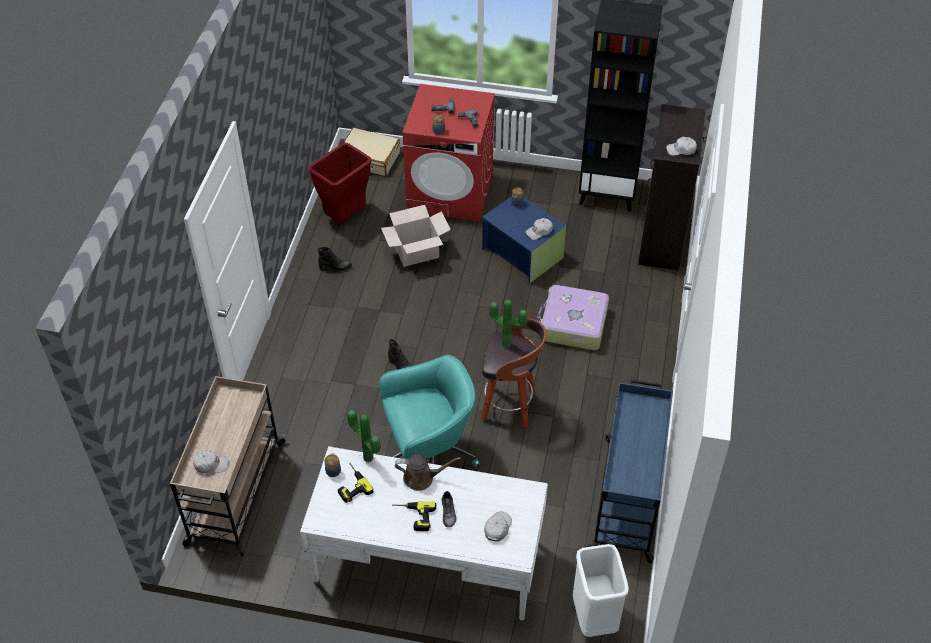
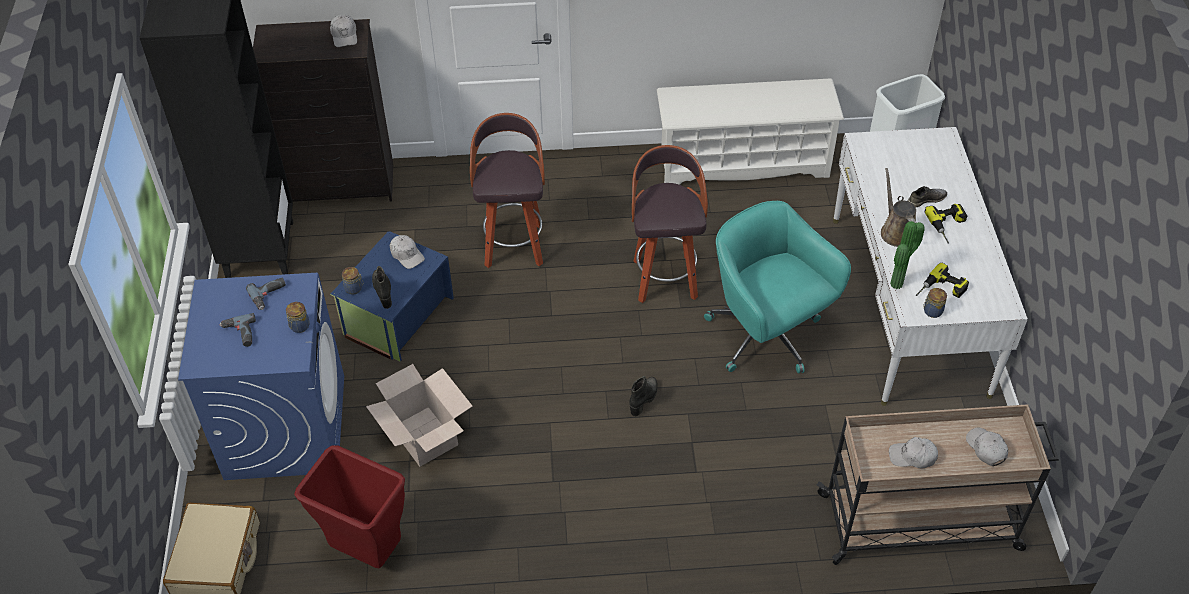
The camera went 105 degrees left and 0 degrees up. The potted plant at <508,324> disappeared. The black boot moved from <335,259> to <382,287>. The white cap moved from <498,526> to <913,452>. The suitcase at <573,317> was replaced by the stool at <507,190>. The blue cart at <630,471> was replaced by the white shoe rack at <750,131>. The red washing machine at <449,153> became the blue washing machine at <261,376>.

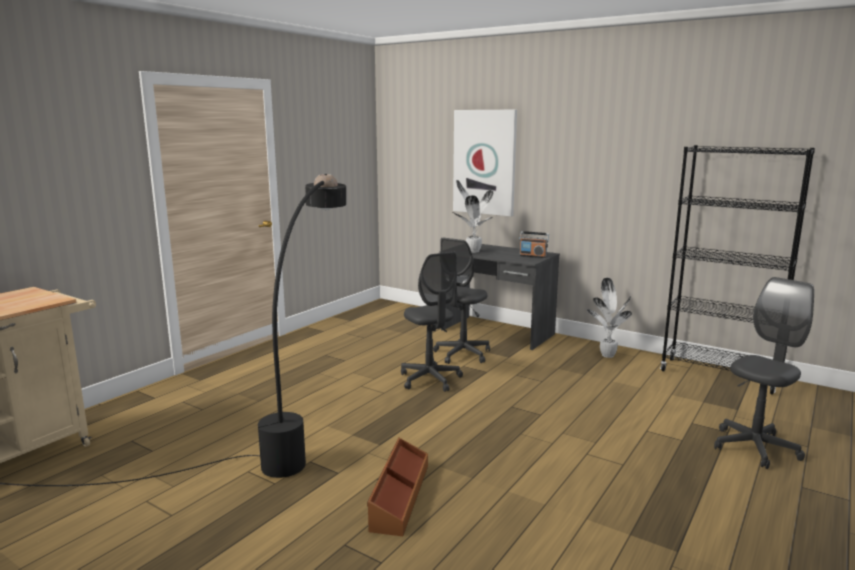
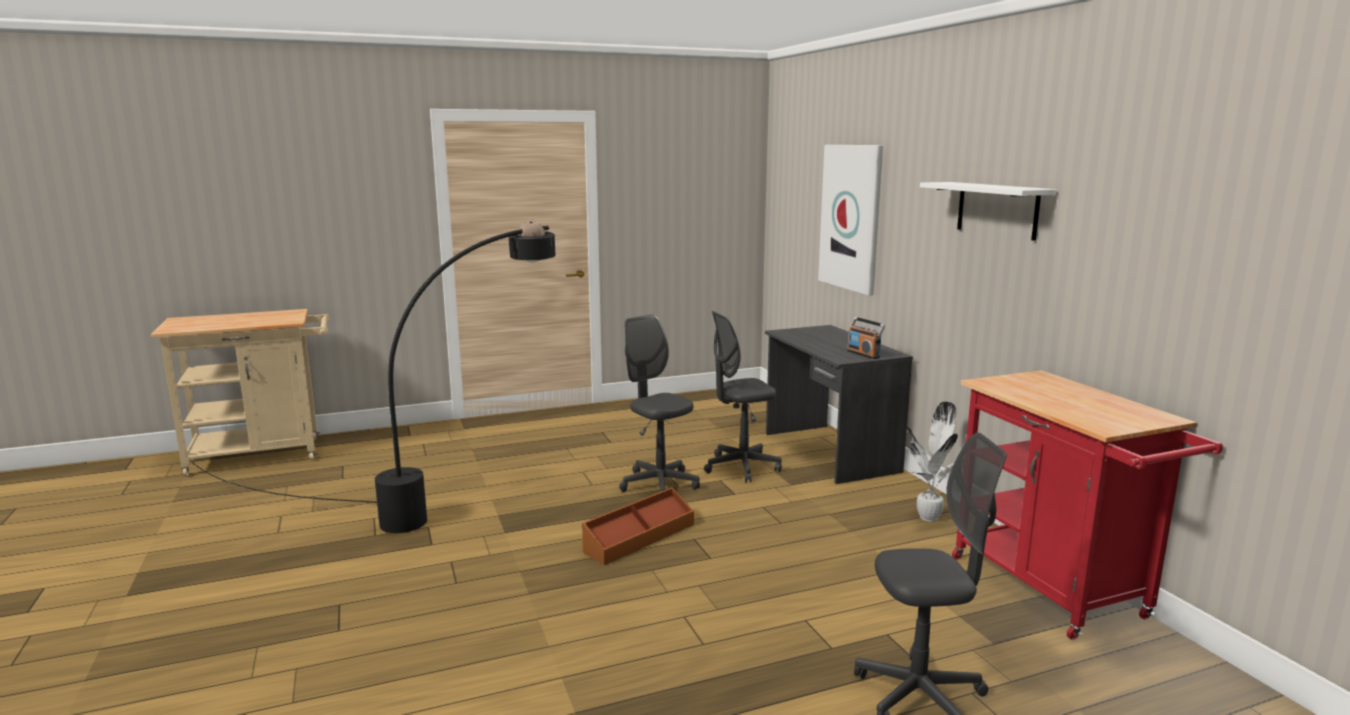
The camera went 35 degrees right and 0 degrees up. The potted plant at <472,216> disappeared. The white shelf at <988,211> appeared. The brown storage box moved from <397,487> to <638,526>. The black bookcase at <737,270> was replaced by the red cart at <1087,505>. The grey office chair at <432,322> turned 135 degrees clockwise.

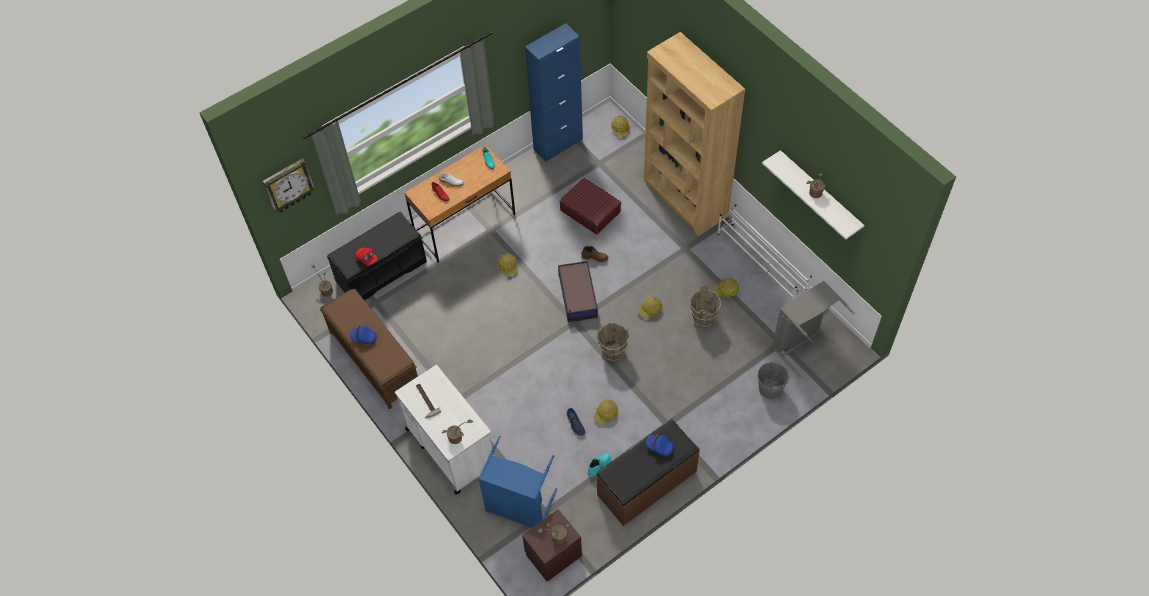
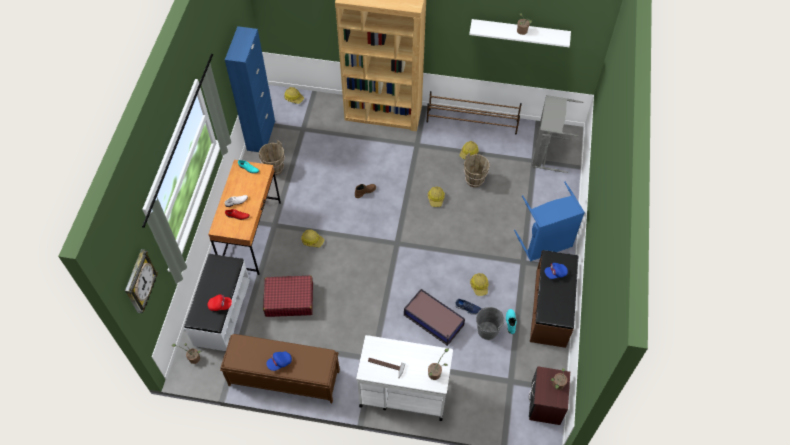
The camera went 45 degrees left and 0 degrees up. The blue laundry basket moved from <517,482> to <549,221>. The storage box moved from <578,291> to <434,317>. The red suitcase moved from <590,206> to <288,296>. The brown bucket moved from <613,342> to <272,157>. The grey bucket moved from <774,380> to <490,323>. The black bench at <377,256> became the white bench at <217,302>. The white shoe rack at <764,252> became the brown shoe rack at <474,112>.

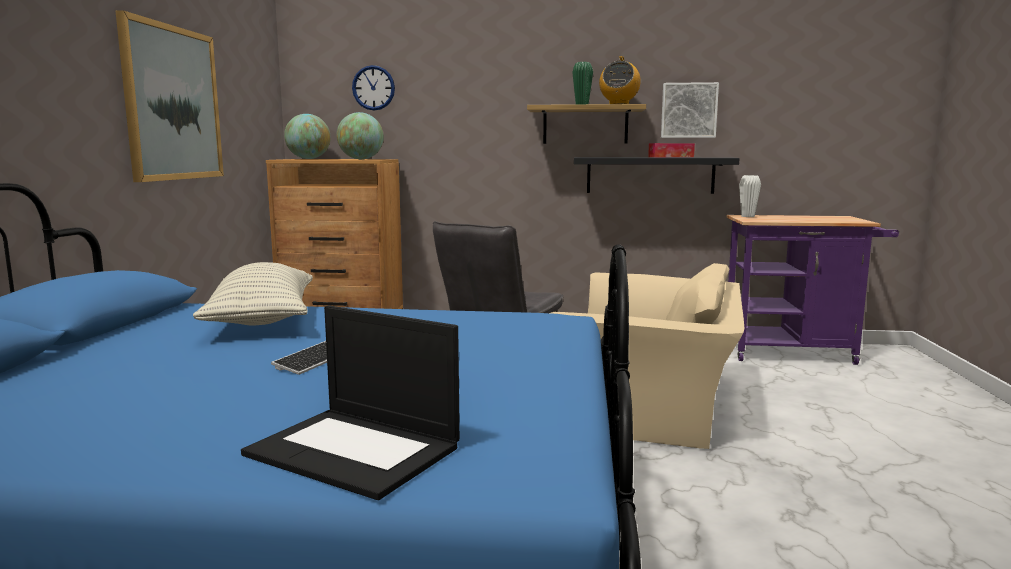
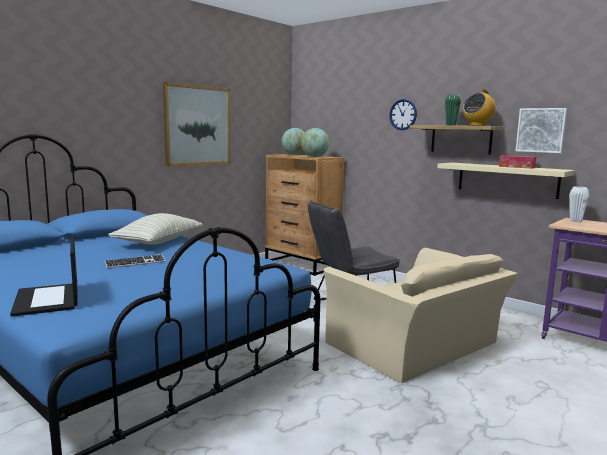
The camera went 35 degrees right and 0 degrees up. The wall clock moved from <373,88> to <403,114>. The black shelf at <657,175> became the beige shelf at <506,181>.

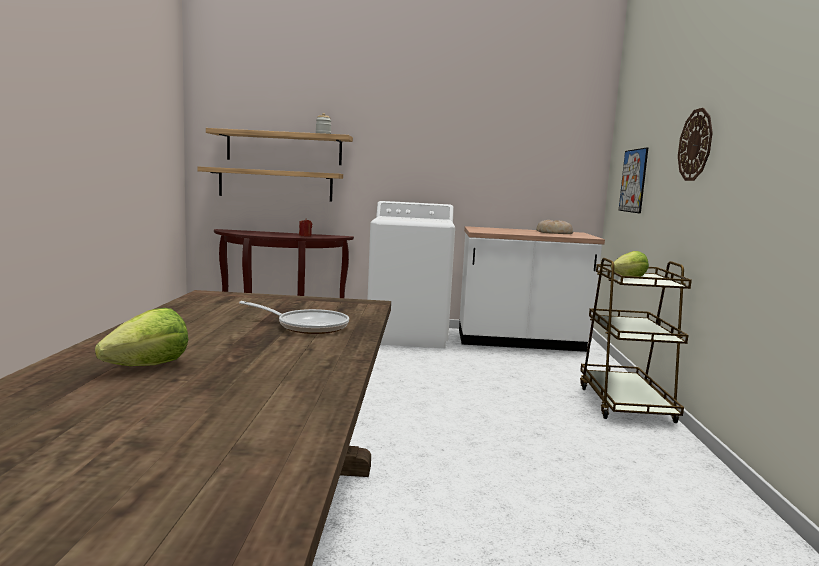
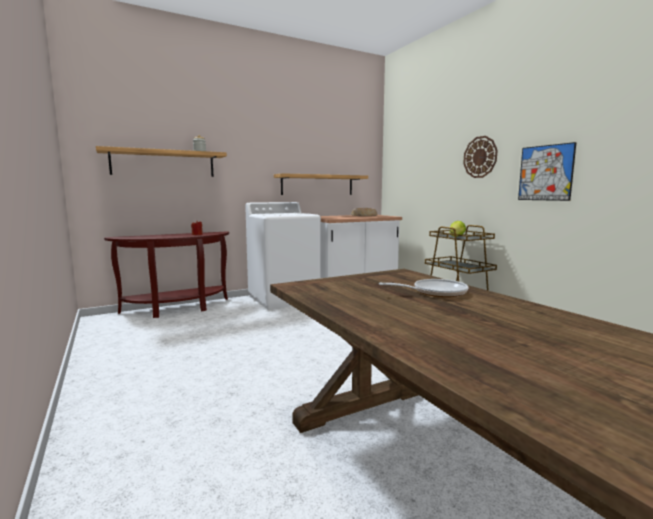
The camera went 30 degrees left and 0 degrees up. The lettuce at <141,337> disappeared. The shelf moved from <270,184> to <321,184>. The picture moved from <634,180> to <547,171>.

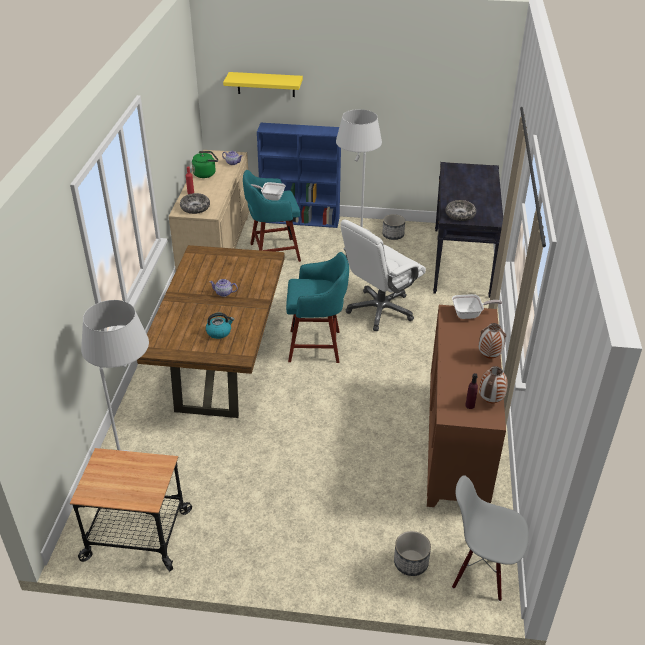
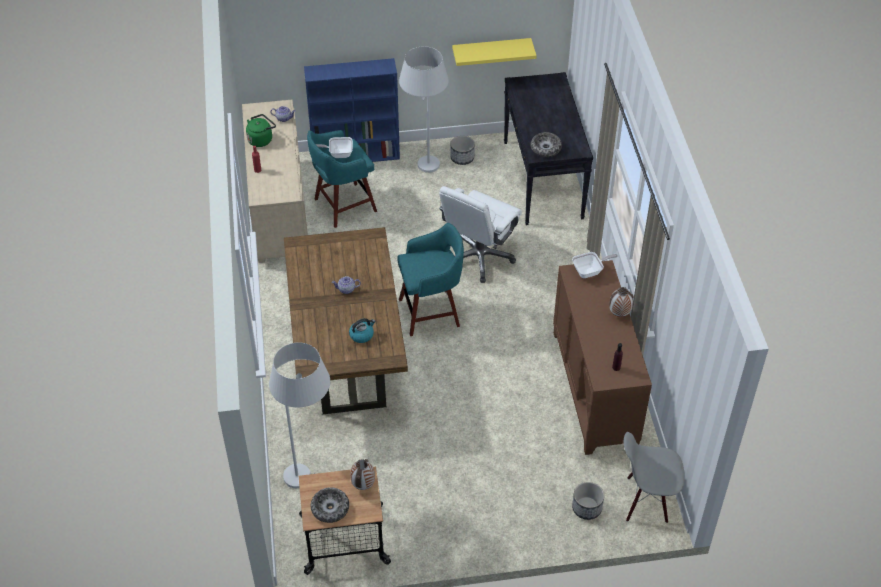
The camera went 15 degrees left and 10 degrees up. The bowl moved from <195,203> to <330,505>. The yellow shelf moved from <263,84> to <494,52>. The vase moved from <493,384> to <362,474>.

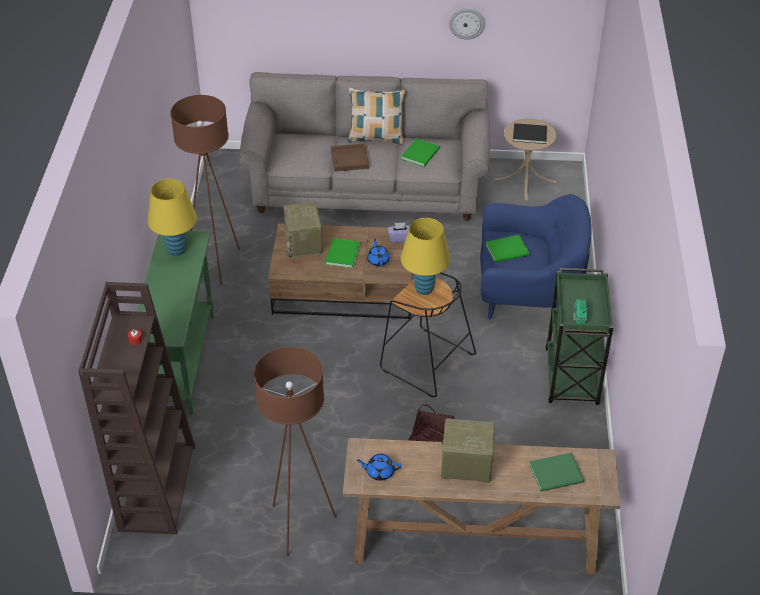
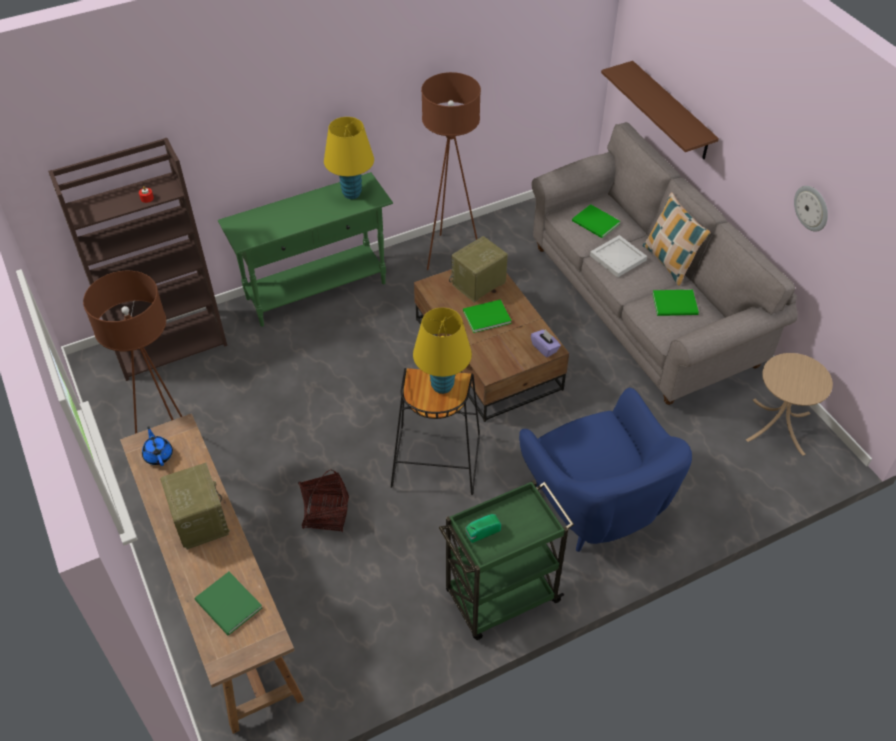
The camera went 60 degrees right and 5 degrees up. The blue teapot at <378,252> disappeared. The black book at <530,133> disappeared. The brown shelf at <660,110> appeared. The green book moved from <507,249> to <596,221>. The brown tray at <350,157> became the white tray at <618,256>.

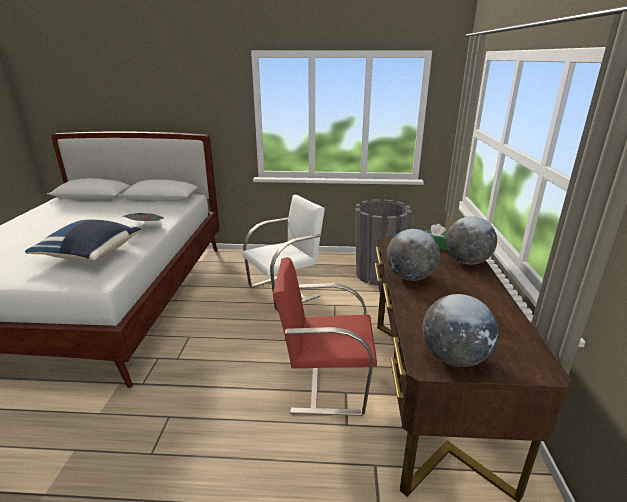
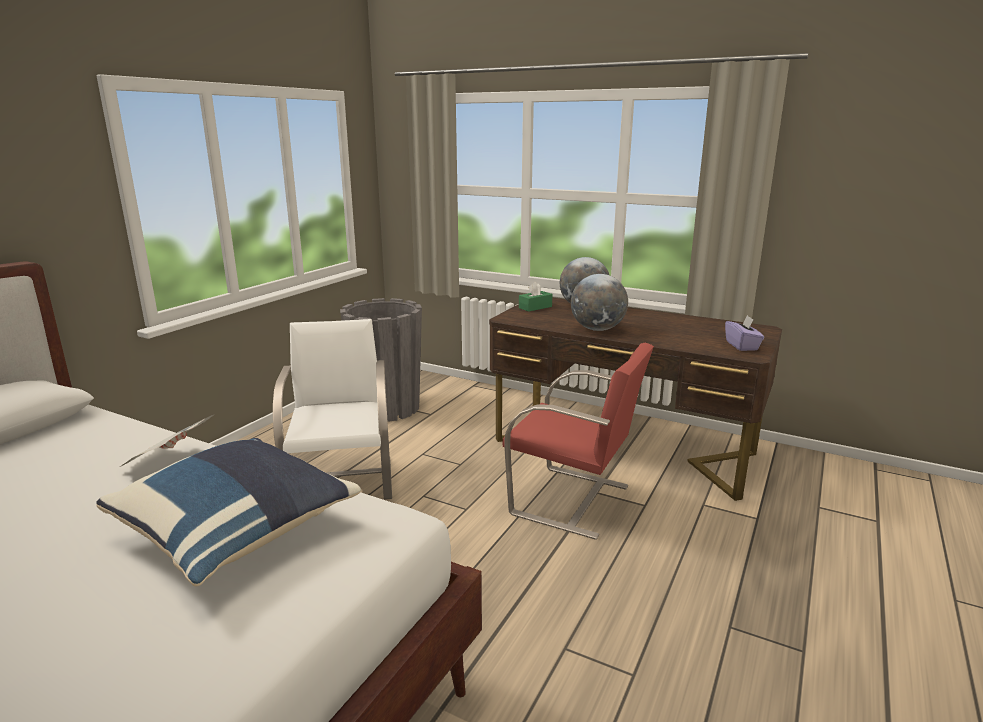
The camera went 65 degrees left and 5 degrees down. The globe at <460,330> was replaced by the purple tissue box at <744,333>. The red chair at <325,336> turned 90 degrees counterclockwise.

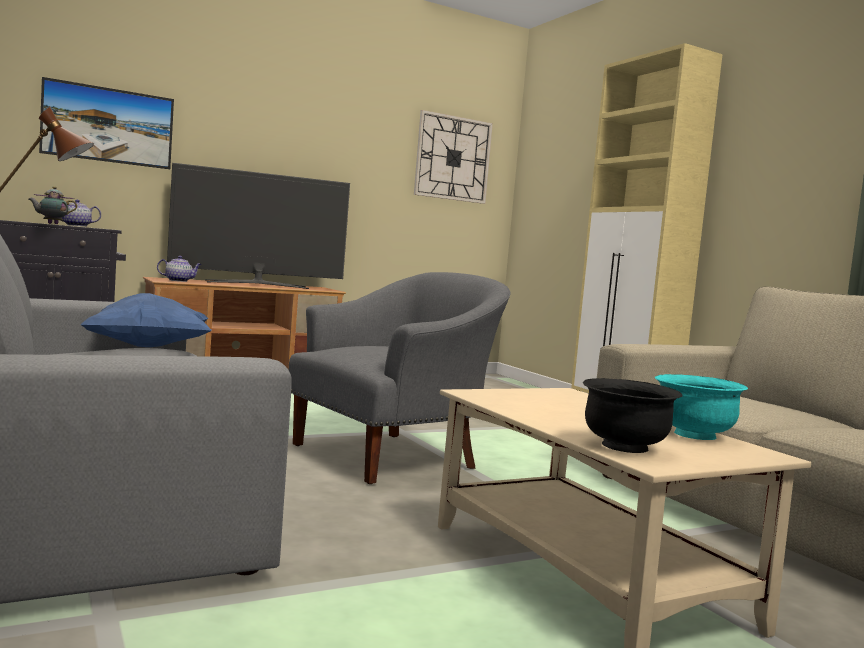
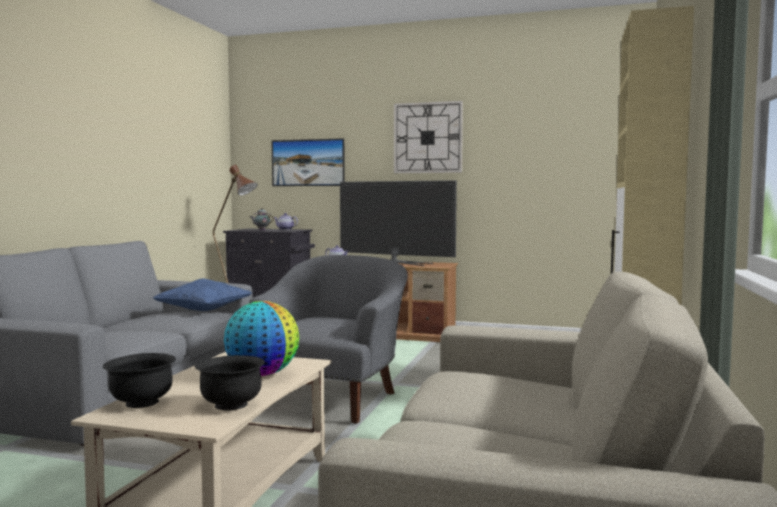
The camera went 45 degrees right and 0 degrees up. The globe at <261,338> appeared. The wall clock moved from <453,157> to <428,137>. The turquoise bowl at <701,407> became the black bowl at <230,383>. The grey armchair at <399,378> turned 75 degrees counterclockwise.

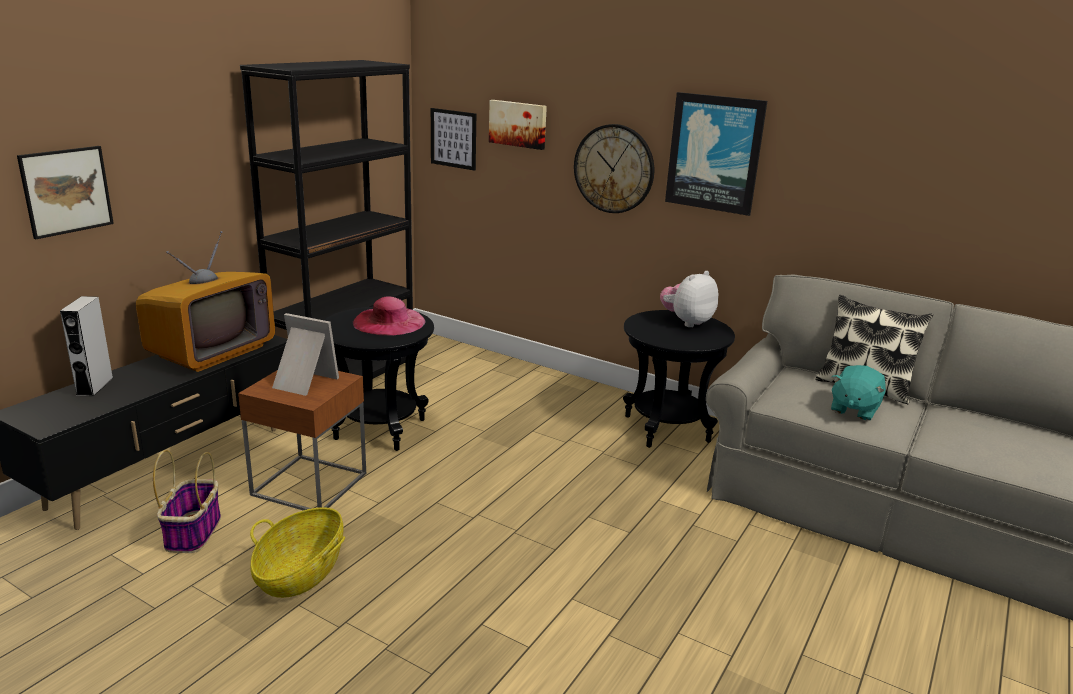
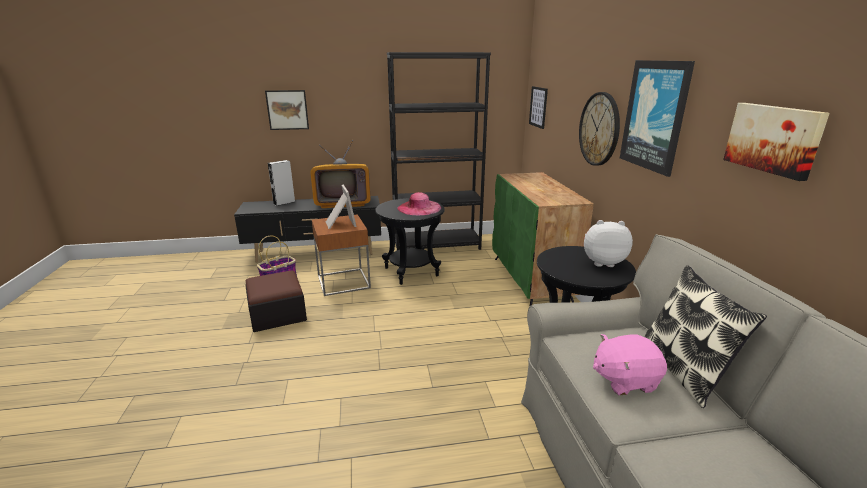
The camera went 50 degrees right and 0 degrees up. The green cabinet at <543,239> appeared. The picture moved from <518,125> to <776,142>. The basket at <297,552> was replaced by the ottoman at <276,301>. The turquoise plush toy at <858,393> became the pink plush toy at <630,364>.

